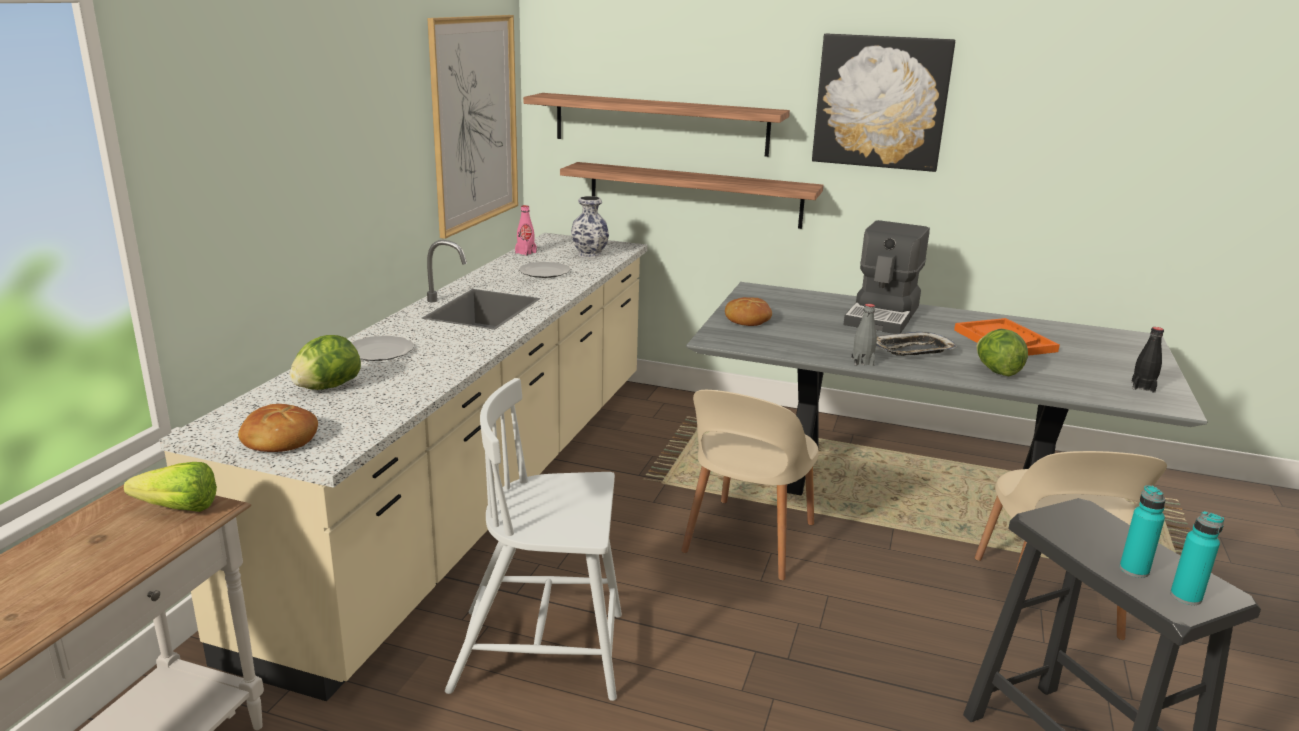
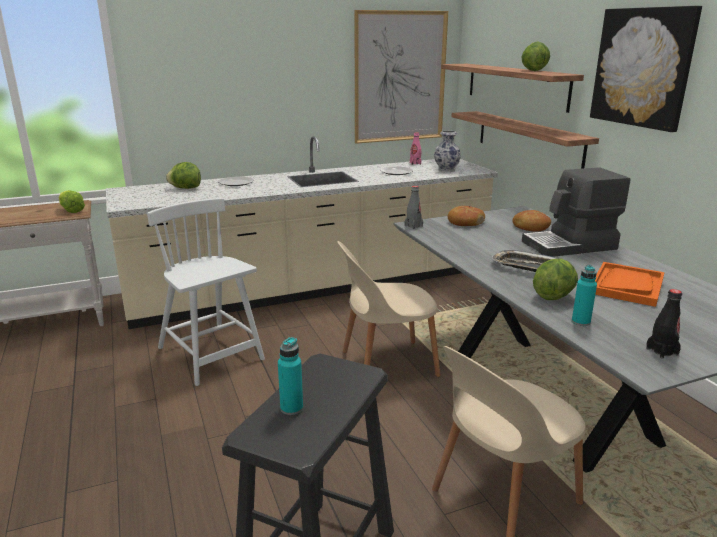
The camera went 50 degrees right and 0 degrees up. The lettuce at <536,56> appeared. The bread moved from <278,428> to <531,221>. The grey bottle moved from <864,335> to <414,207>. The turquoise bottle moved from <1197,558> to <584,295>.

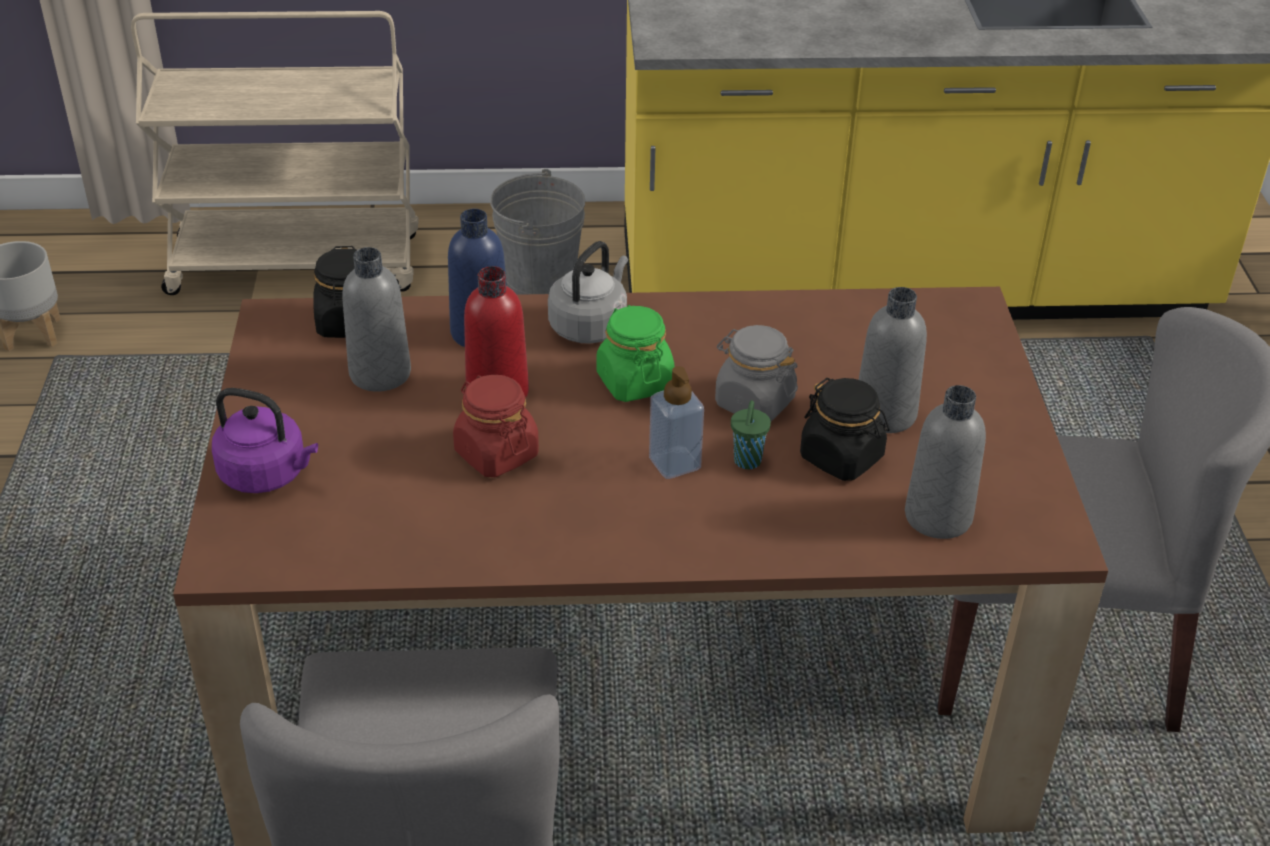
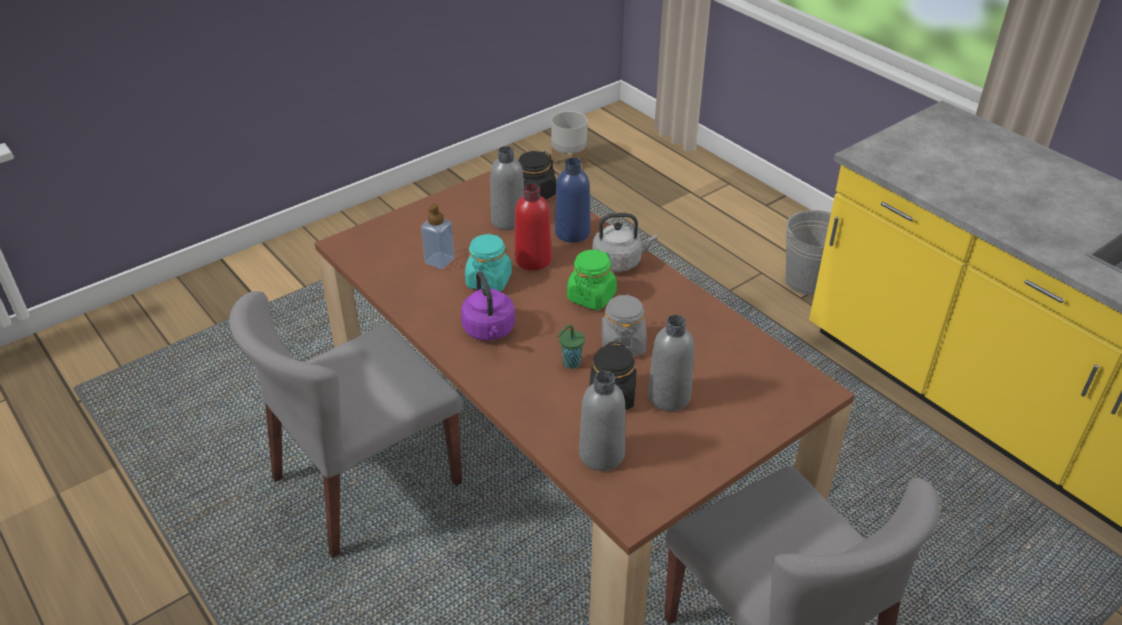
The camera went 55 degrees right and 0 degrees up. The beige cart at <275,153> disappeared. The purple kettle moved from <265,440> to <488,306>. The soap dispenser moved from <676,422> to <438,236>. The red jar at <496,426> became the turquoise jar at <488,263>.

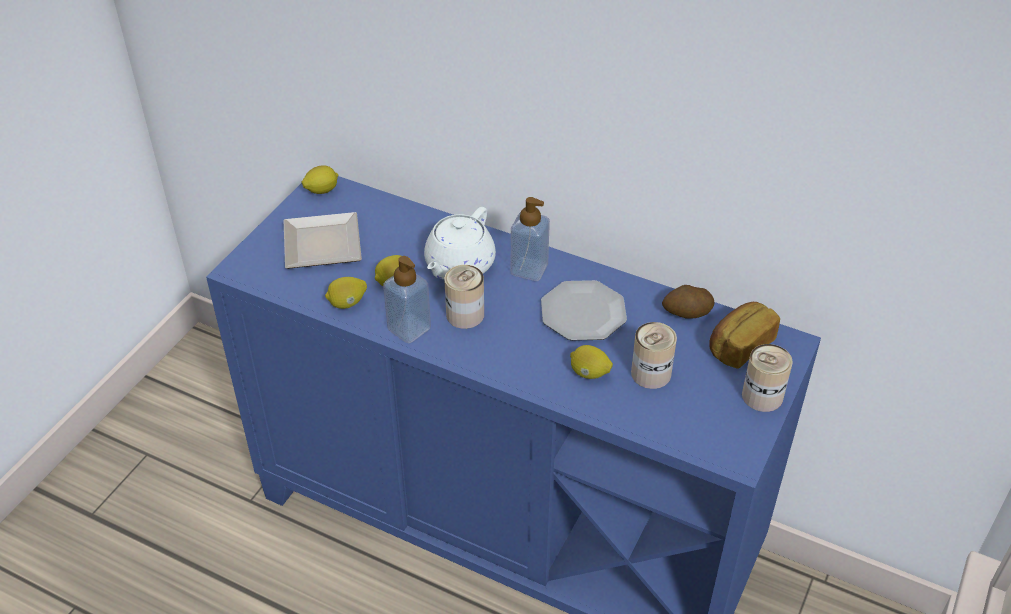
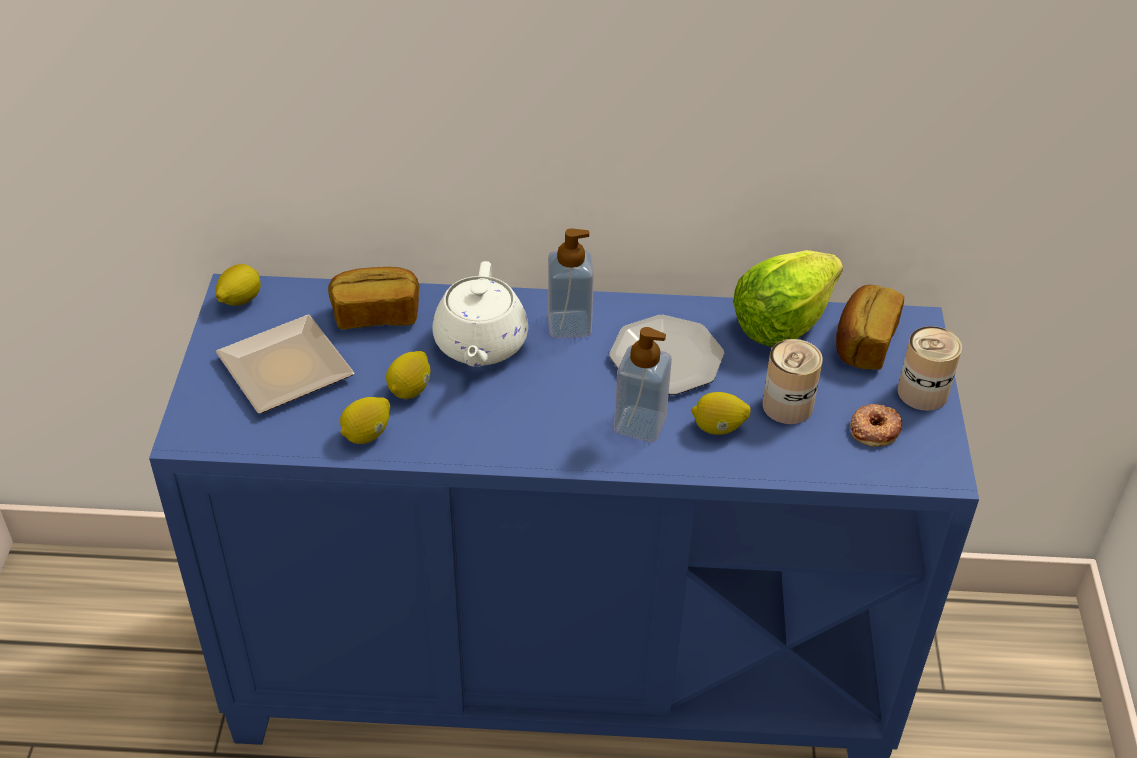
The camera went 25 degrees left and 0 degrees up. The can at <464,297> disappeared. The bread at <373,298> appeared. The donut at <876,425> appeared. The soap dispenser moved from <407,299> to <643,384>. The potato at <688,302> was replaced by the lettuce at <788,298>.

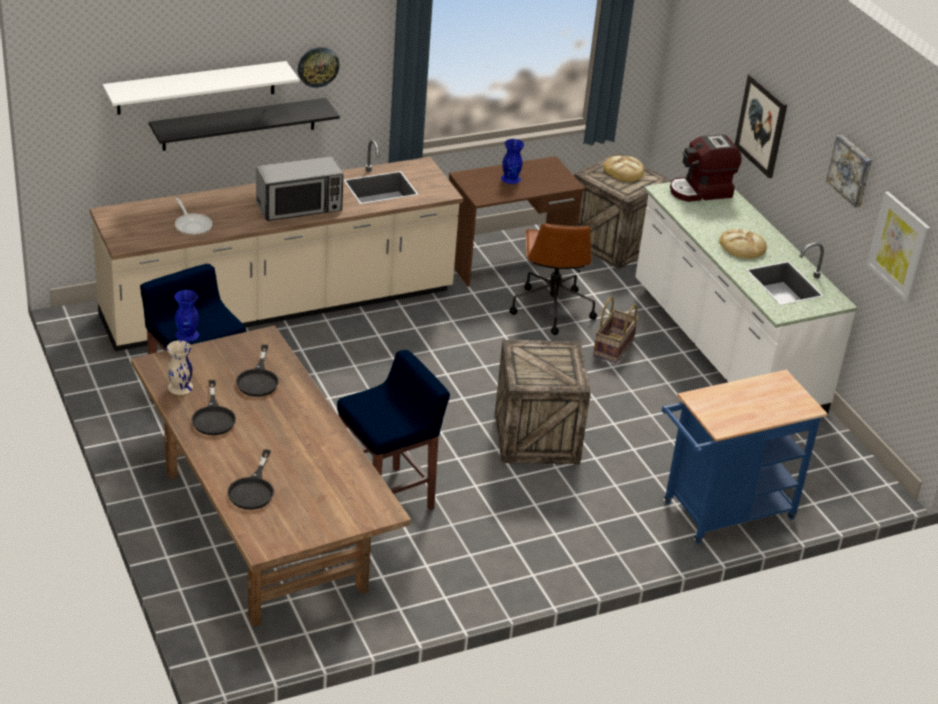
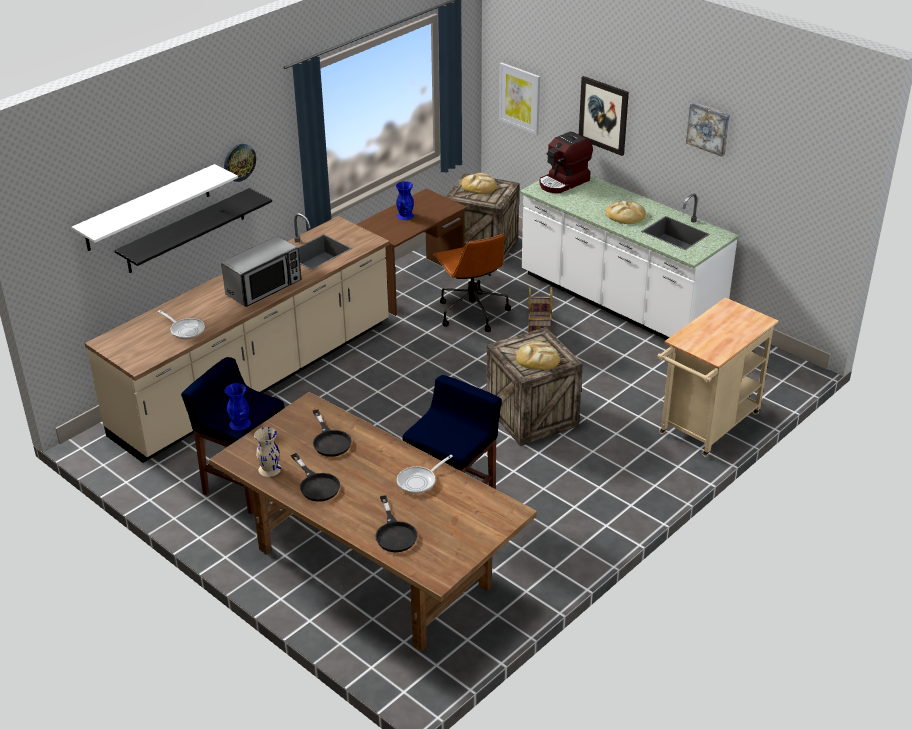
The camera went 20 degrees left and 0 degrees up. The frying pan at <425,474> appeared. The bread at <538,355> appeared. The picture moved from <898,247> to <519,98>. The blue cart at <745,457> became the beige cart at <717,377>.

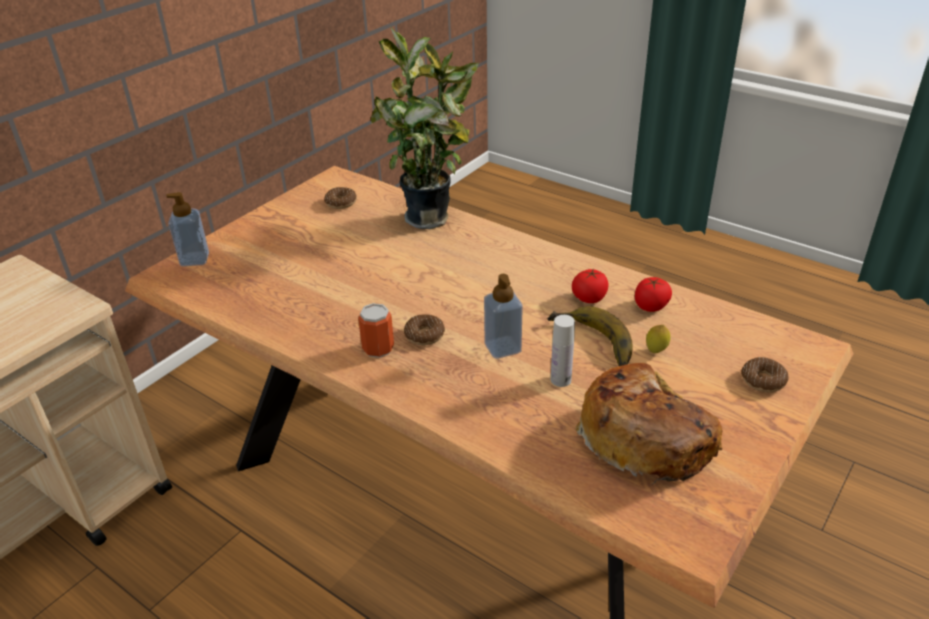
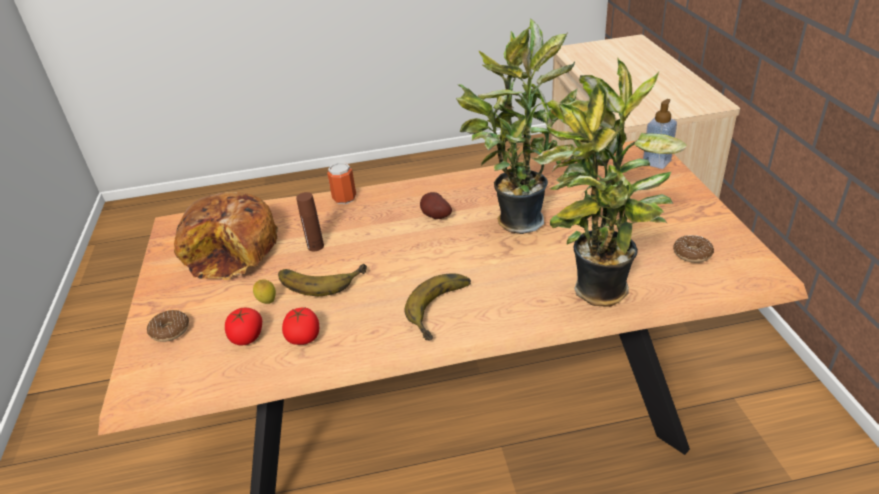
The camera went 135 degrees right and 0 degrees up. The soap dispenser at <503,316> disappeared. The banana at <437,307> appeared. The potted plant at <517,126> appeared. The can moved from <376,330> to <341,183>. The tomato moved from <590,286> to <243,326>. The donut at <424,329> was replaced by the potato at <436,205>. The white bottle at <563,351> became the brown bottle at <310,222>.

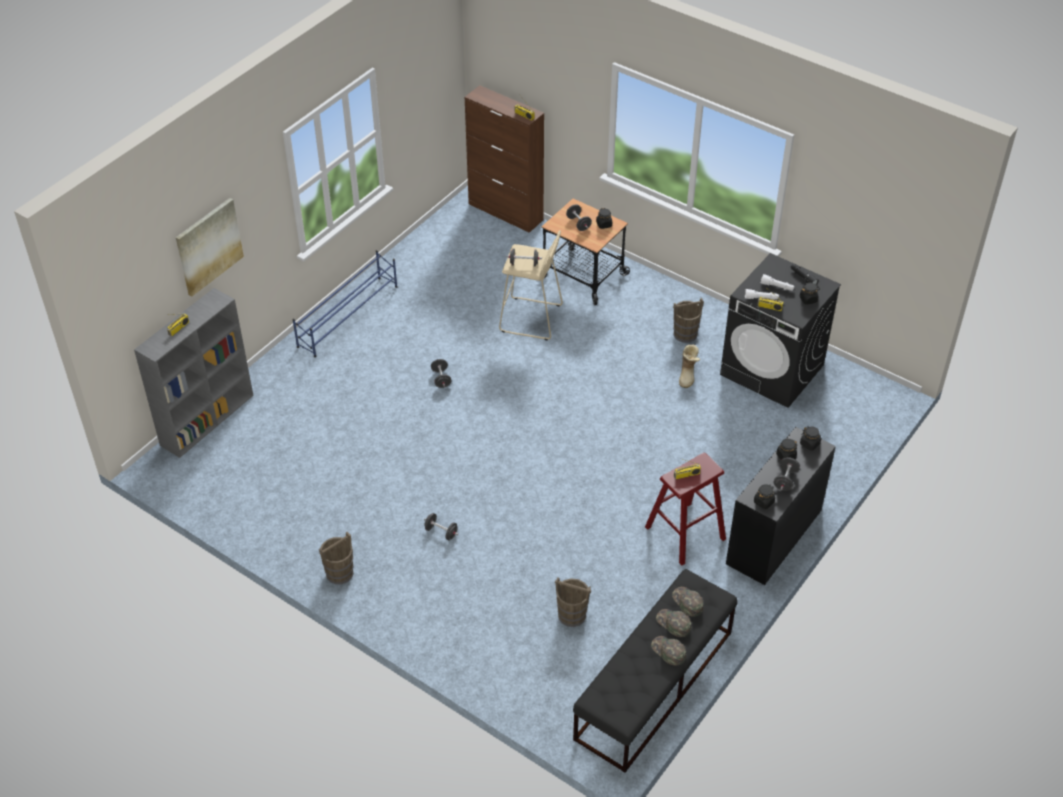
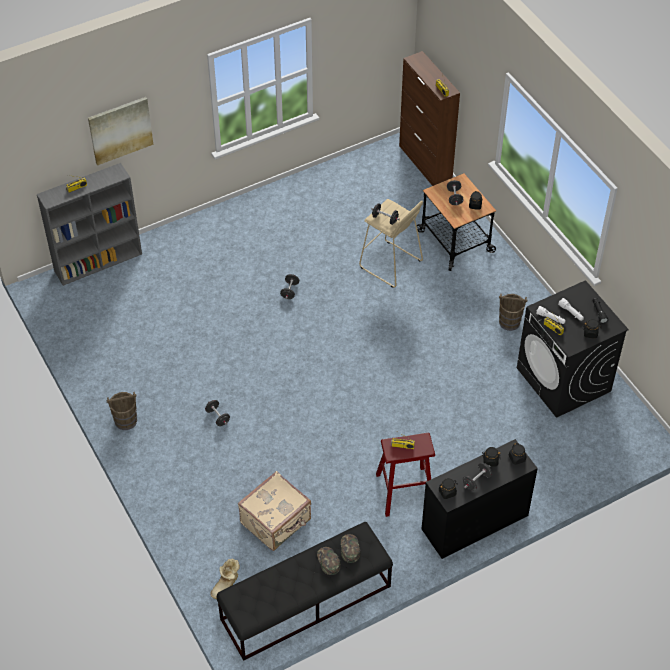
The camera went 25 degrees right and 5 degrees up. The blue shoe rack at <345,303> disappeared. The green cap at <668,650> disappeared. The boot moved from <689,366> to <225,578>. The brown bucket at <573,602> was replaced by the beige suitcase at <274,511>.

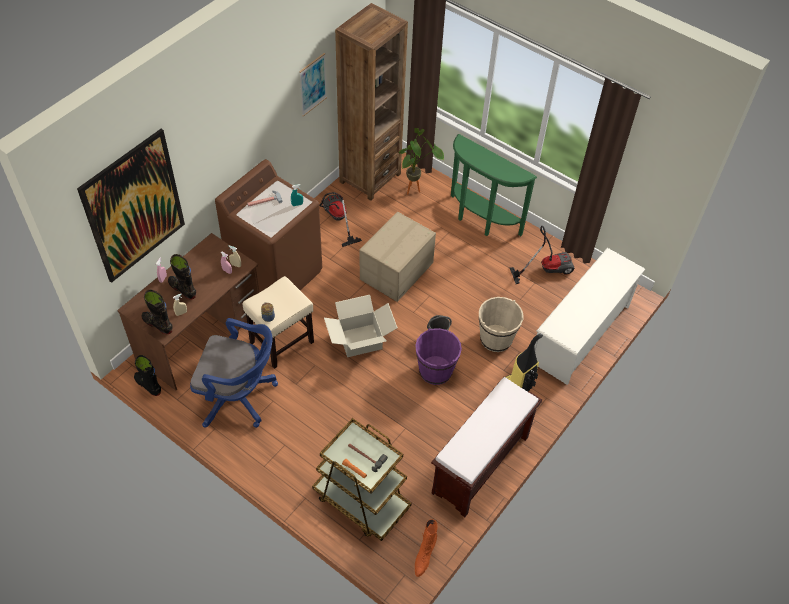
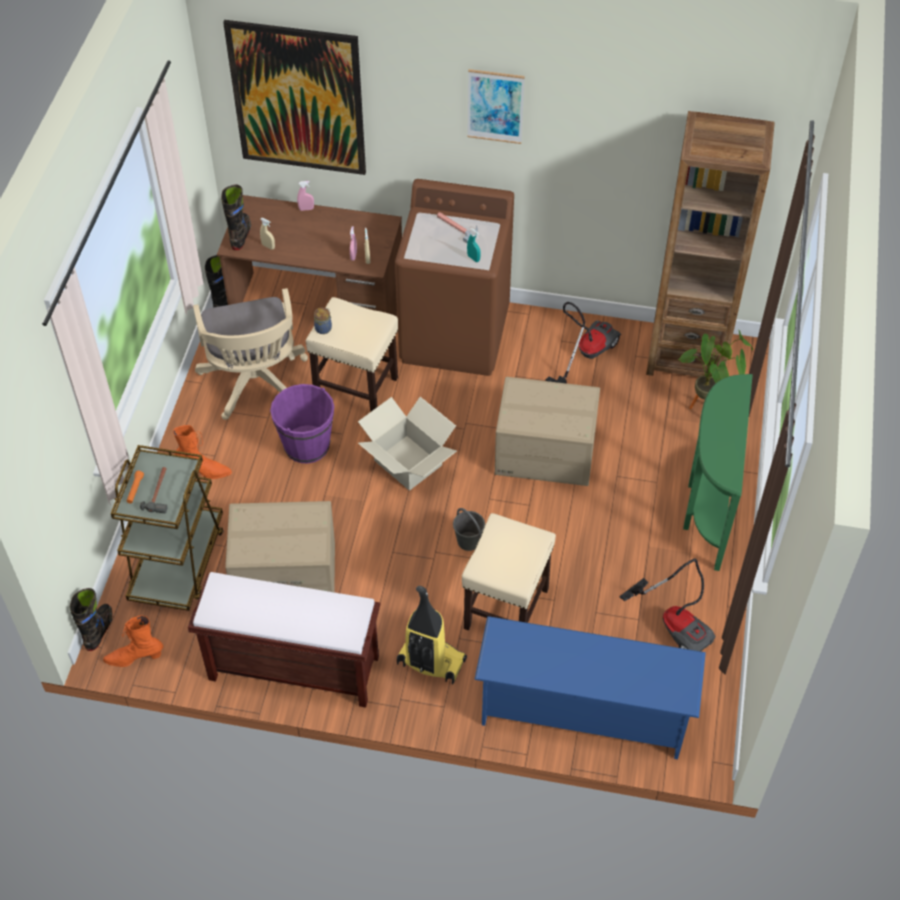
The camera went 65 degrees right and 0 degrees up. The orange boot at <202,452> appeared. The cardboard box at <280,546> appeared. The black boot moved from <182,277> to <91,619>. The picture moved from <313,85> to <496,106>. The purple bucket moved from <438,356> to <302,424>. The beige bucket at <501,324> was replaced by the beige stool at <509,572>. The blue office chair at <234,373> became the beige office chair at <250,354>. The white shoe rack at <590,316> became the blue shoe rack at <590,687>.

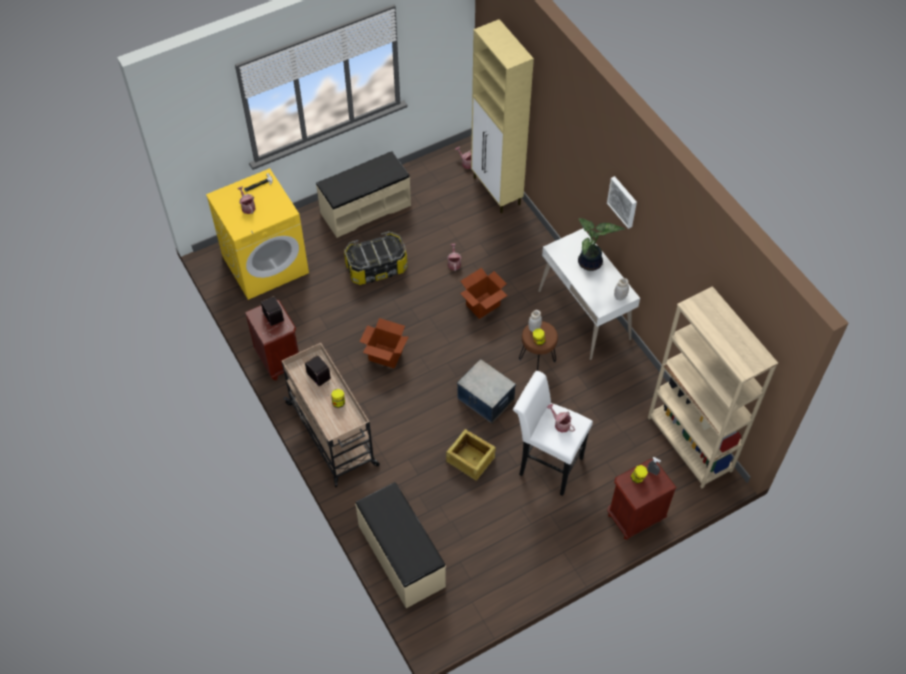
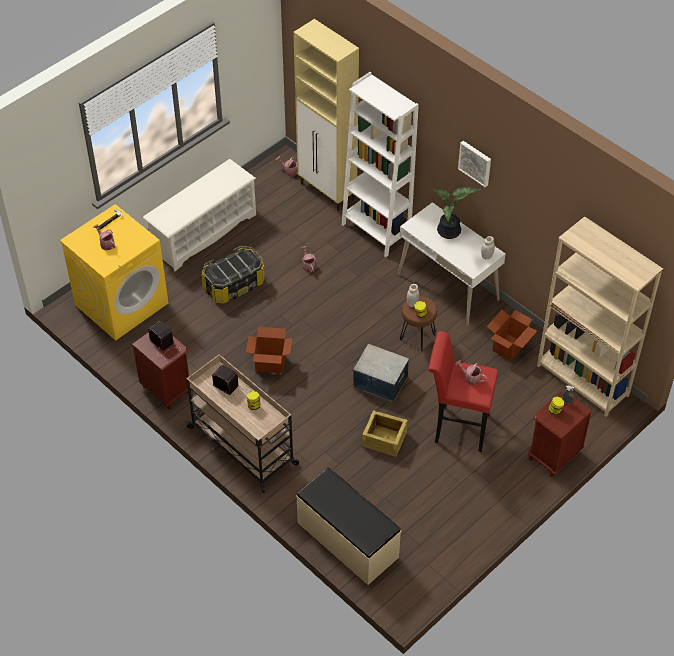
The camera went 15 degrees left and 5 degrees down. The white bookcase at <380,164> appeared. The cardboard box moved from <484,293> to <512,335>. The beige bench at <363,194> was replaced by the white shoe rack at <199,215>. The white stool at <553,433> became the red stool at <463,391>.

